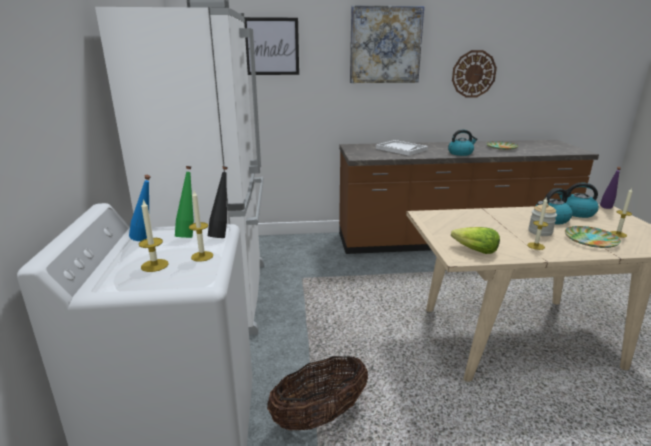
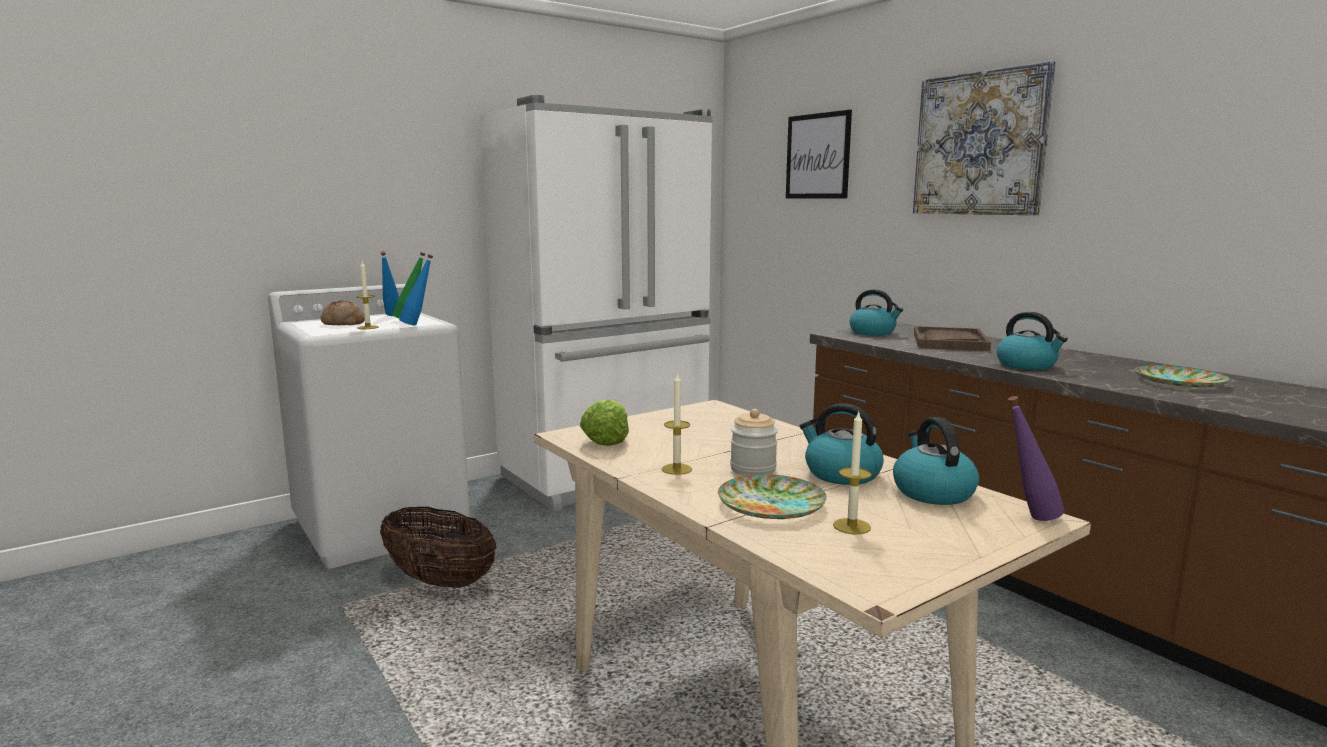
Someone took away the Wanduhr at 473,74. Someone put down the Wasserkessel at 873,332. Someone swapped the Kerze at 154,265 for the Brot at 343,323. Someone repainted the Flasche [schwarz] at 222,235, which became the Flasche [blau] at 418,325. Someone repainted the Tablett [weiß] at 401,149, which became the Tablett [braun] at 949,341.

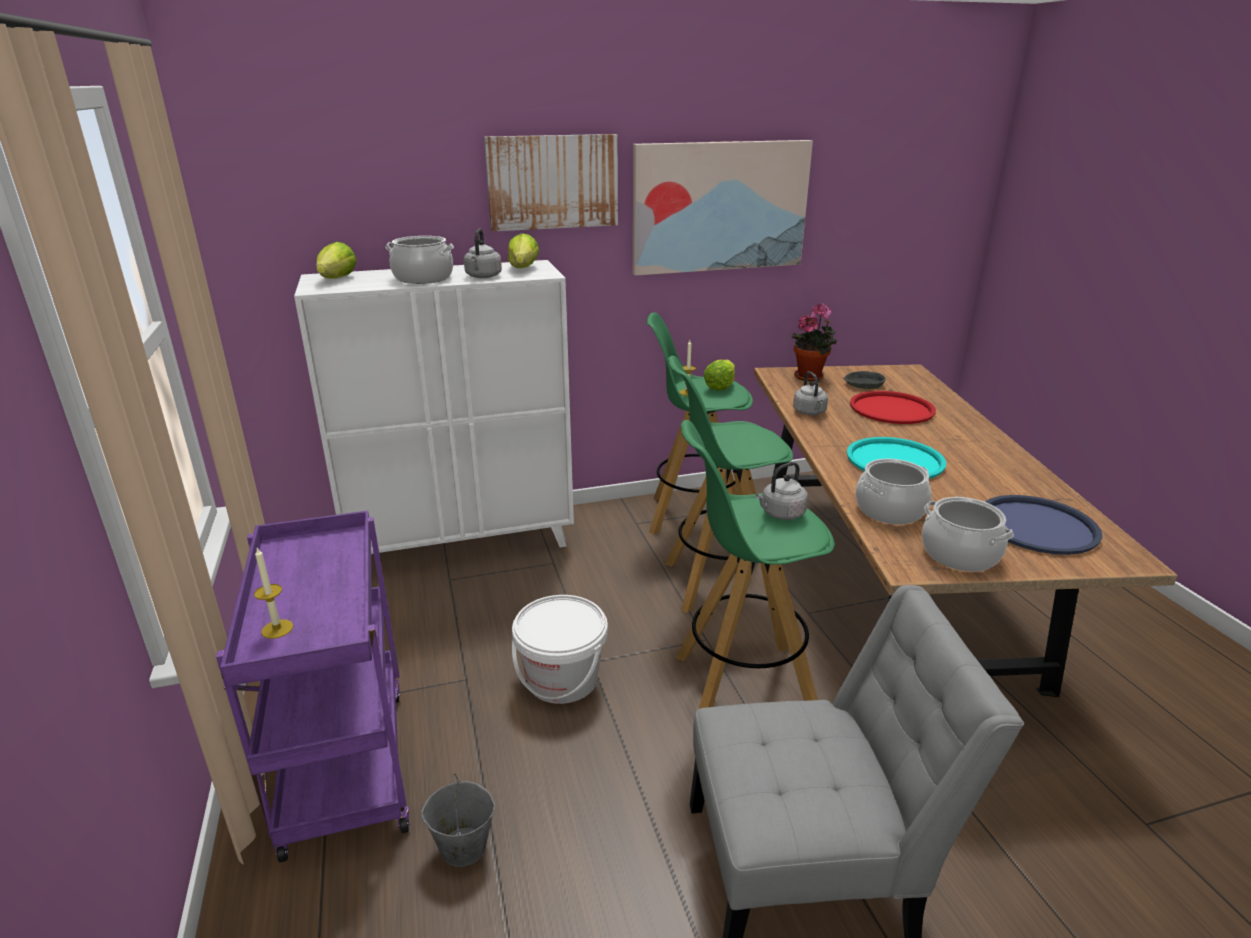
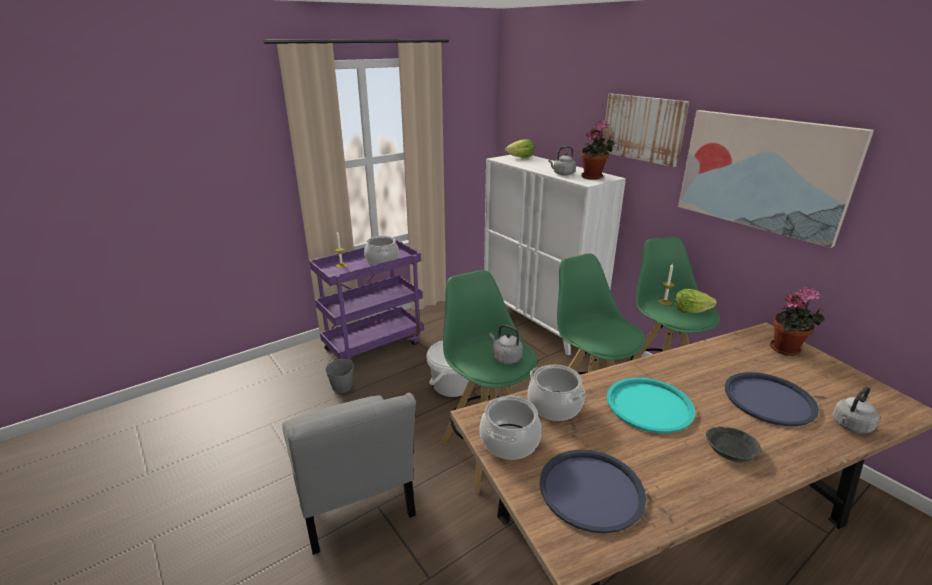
Someone carried the Kochtopf from 423,278 to 382,260. Someone carried the Wasserkessel [grau] from 810,412 to 850,426. Someone carried the Schüssel [grau] from 863,385 to 730,448. Someone swapped the Salatkopf at 523,268 for the Topfpflanze at 593,177. Someone repainted the Tablett [rot] at 892,409, which became the Tablett [blau] at 769,399.

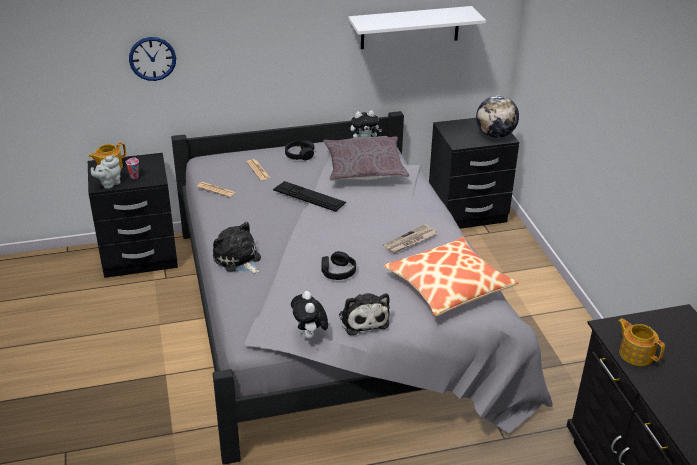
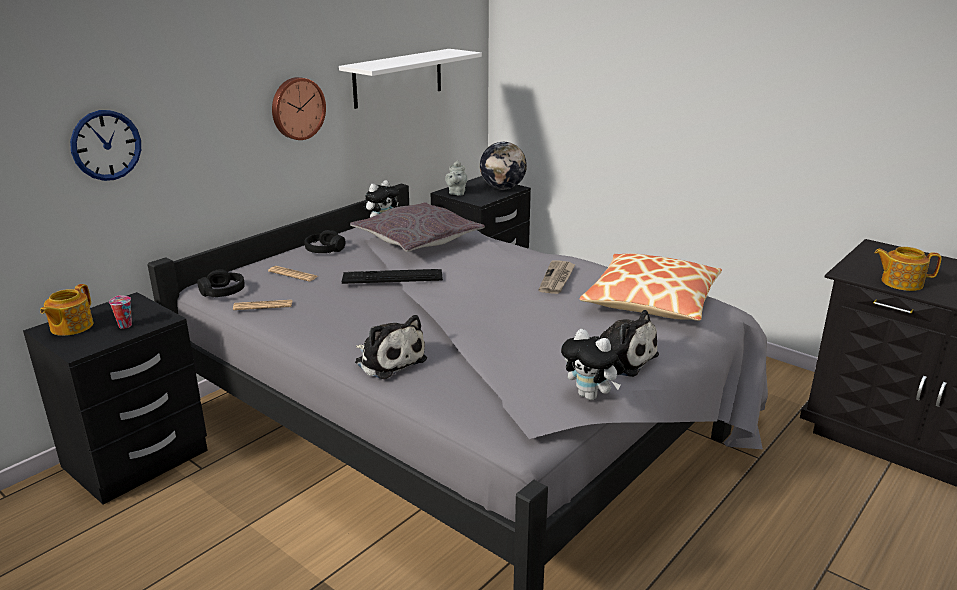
Someone put up the Wanduhr at 297,108. Someone carried the Teekanne [grau] from 109,184 to 456,193. Someone carried the Kopfhörer [schwarz] from 338,271 to 222,291. Someone rotated the Plüschtier at 238,260 by 150 degrees counterclockwise.

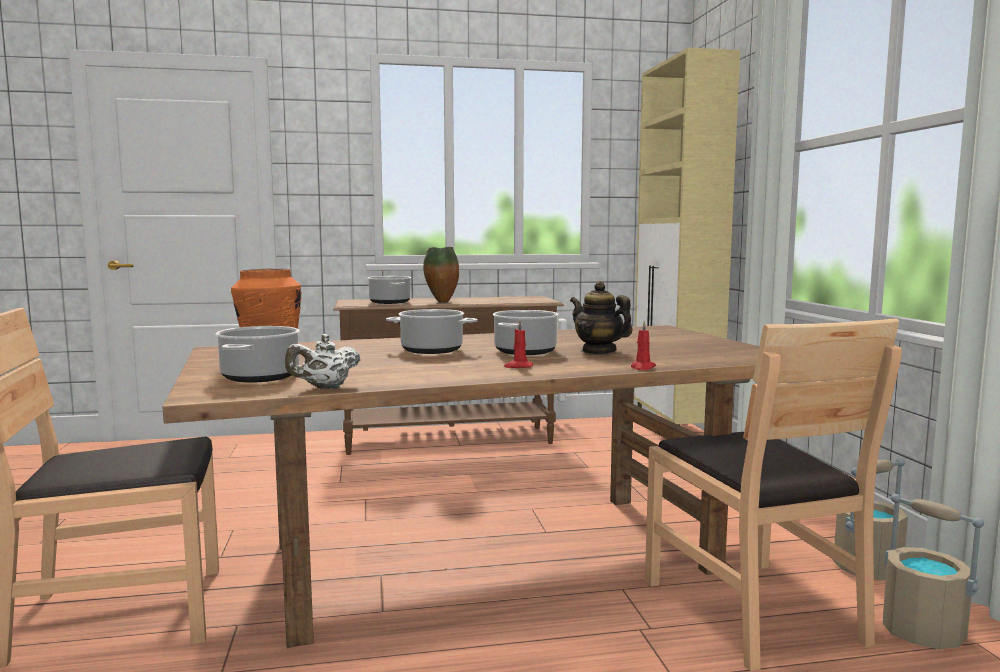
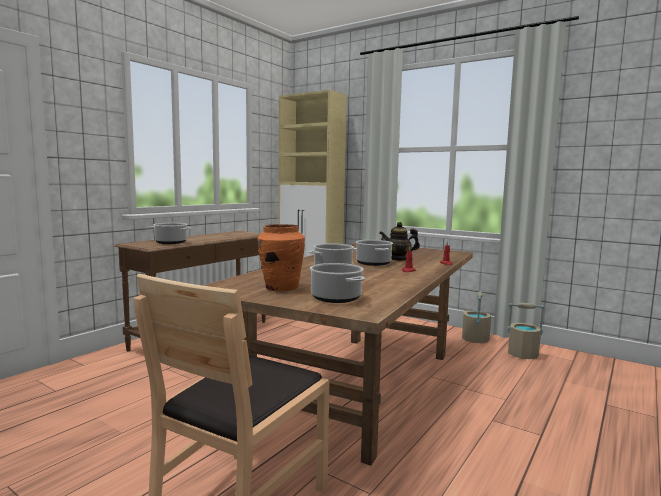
Someone took away the Teekanne [weiß] at 325,388. Someone took away the Vase at 441,302. Someone took away the Stuhl [braun] at 752,609.

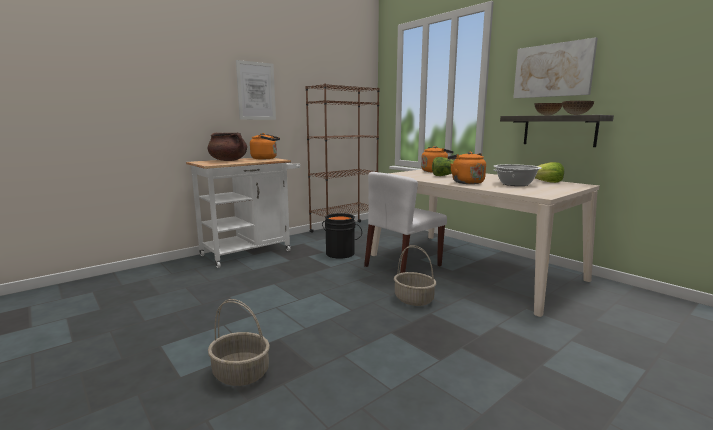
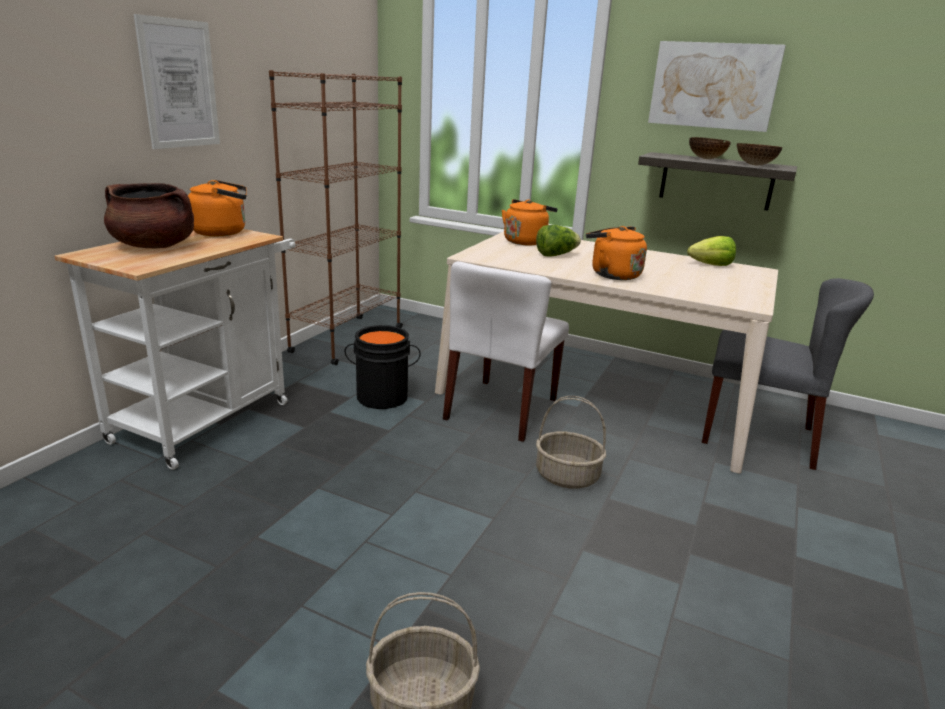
Someone took away the Kochtopf at 515,184. Someone put down the Stuhl [grau] at 758,435.

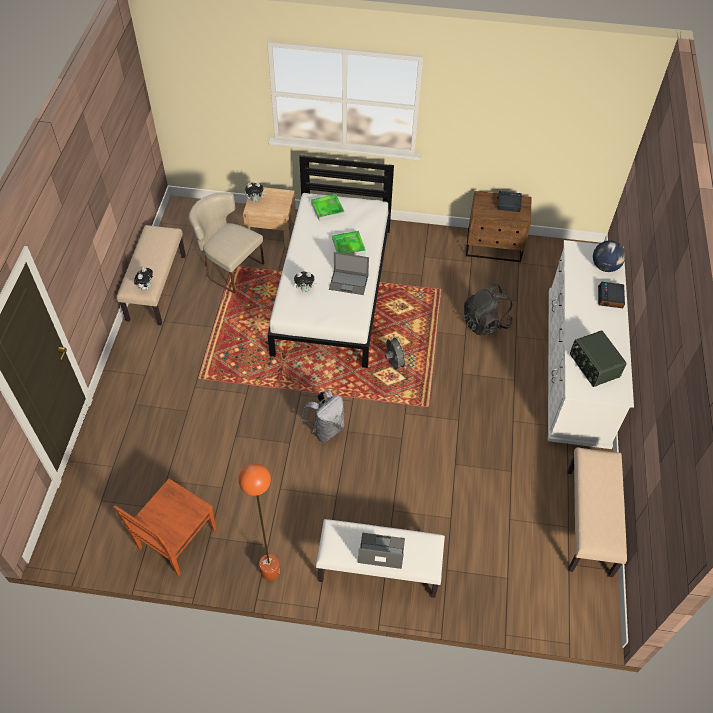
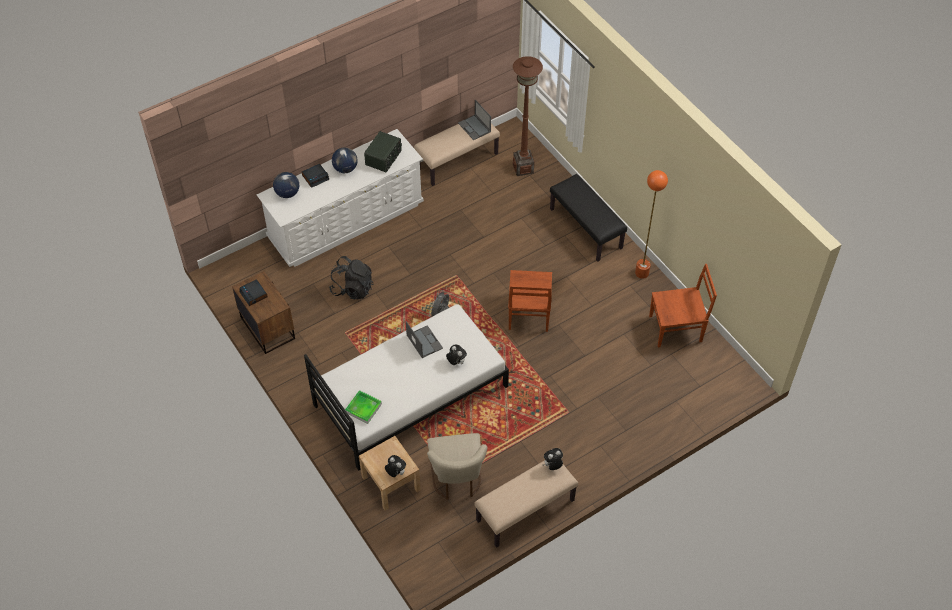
Someone took away the Tablett at 348,246. Someone put down the Globus at 345,169. Someone put down the Stehlampe [braun] at 523,168. Someone carried the Laptop from 380,551 to 474,127. Someone swapped the Rucksack [grau] at 326,429 for the Stuhl [braun] at 528,314. Someone repainted the Bank [weiß] at 378,569, which became the Bank [schwarz] at 586,228.

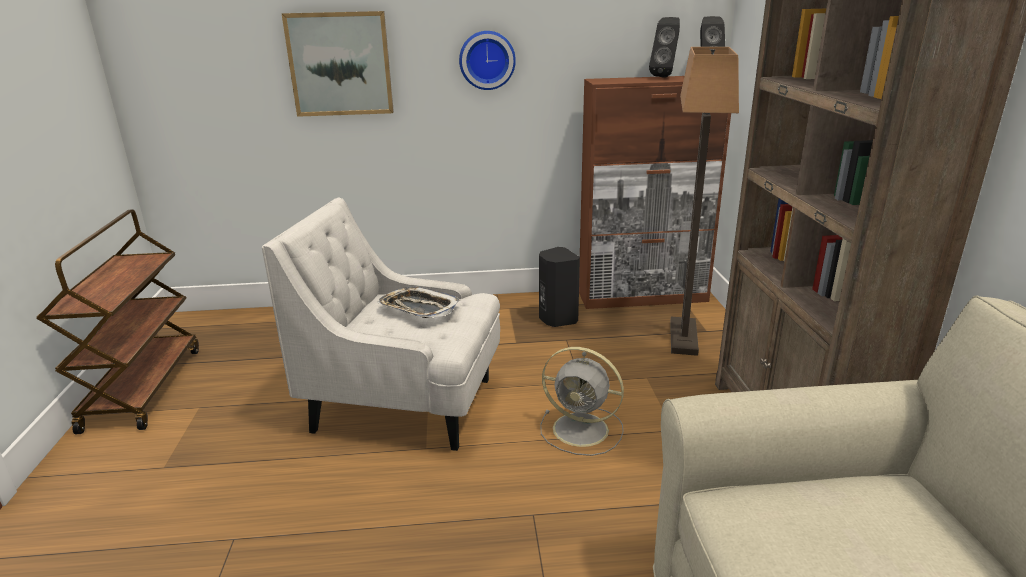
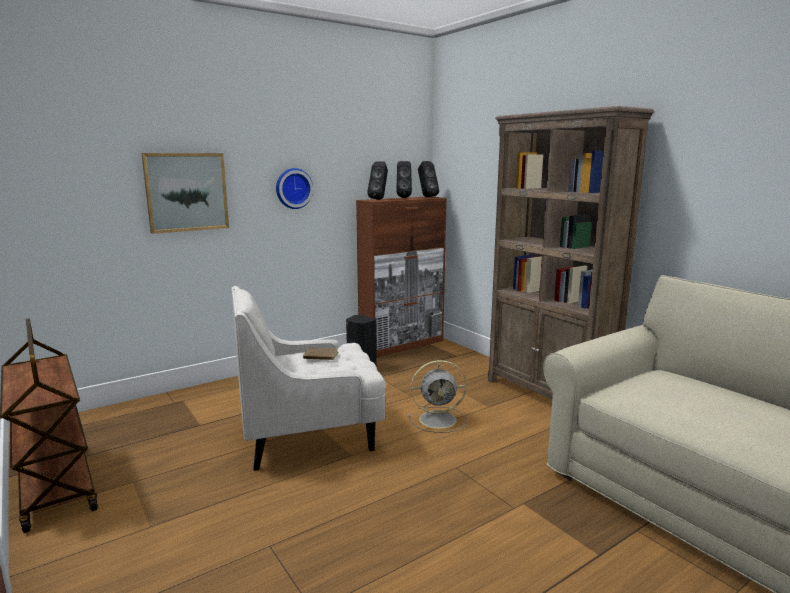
Someone took away the Stehlampe at 684,338. Someone put down the Lautsprecher [schwarz] at 379,199. Someone swapped the Tablett at 418,308 for the Buch [braun] at 320,356.

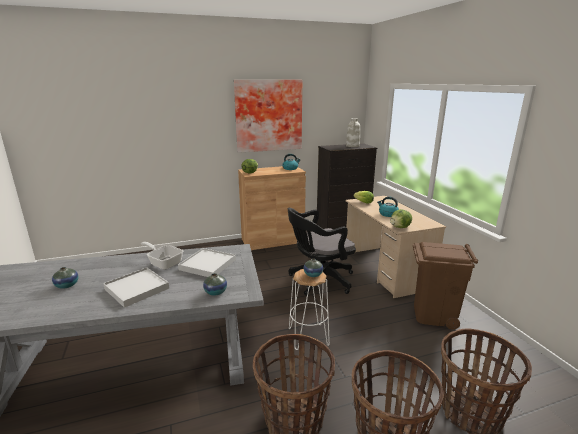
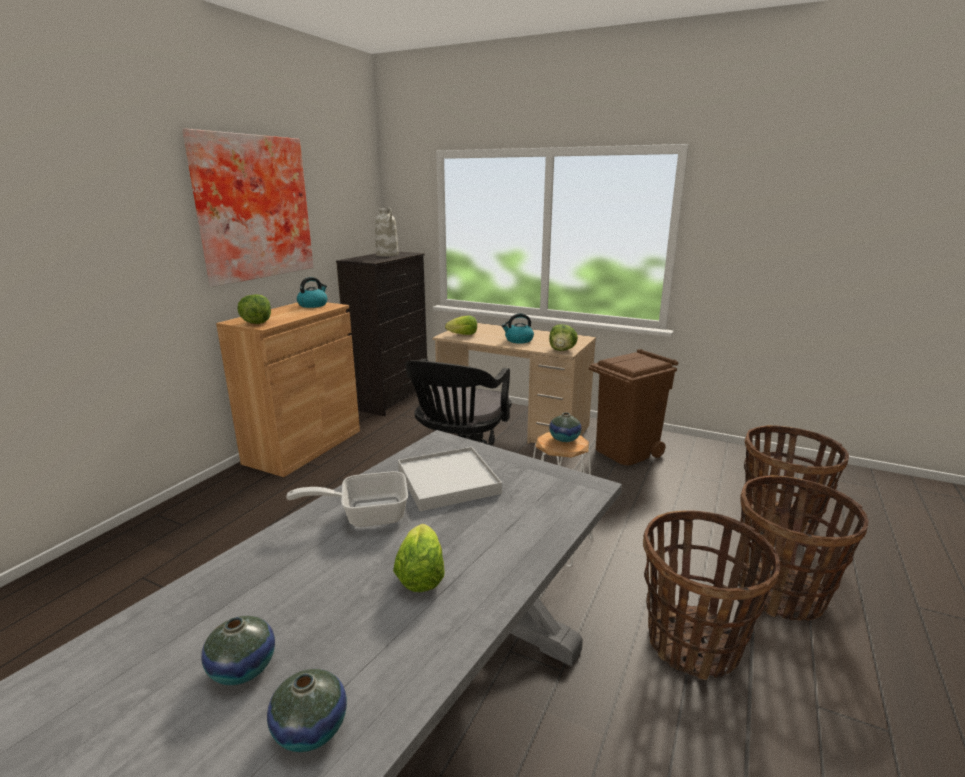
Someone carried the Vase from 215,292 to 310,729. Someone swapped the Tablett [weiß] at 136,289 for the Salatkopf at 420,576.

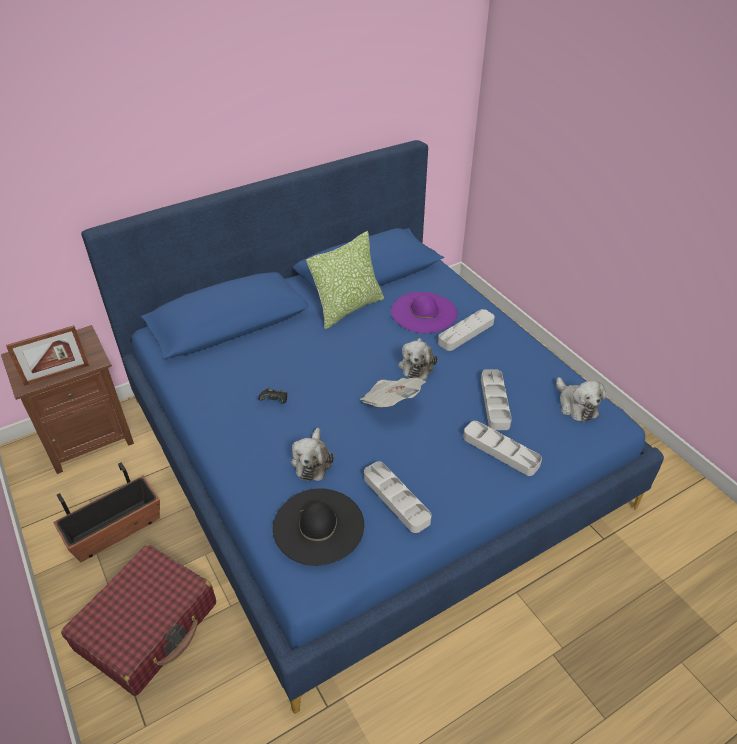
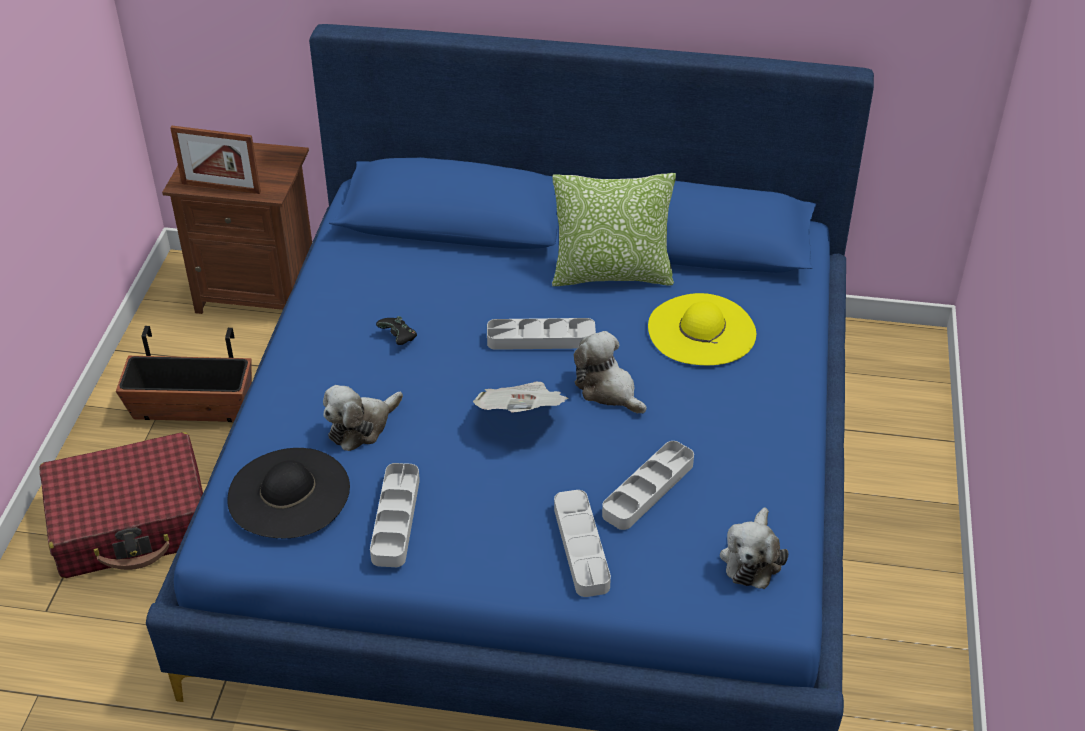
Someone carried the Tablett [grau] from 466,333 to 541,339. Someone repainted the Hut [lila] at 423,312, which became the Hut [gelb] at 701,330. Someone rotated the Plüschtier at 416,365 by 90 degrees clockwise.

